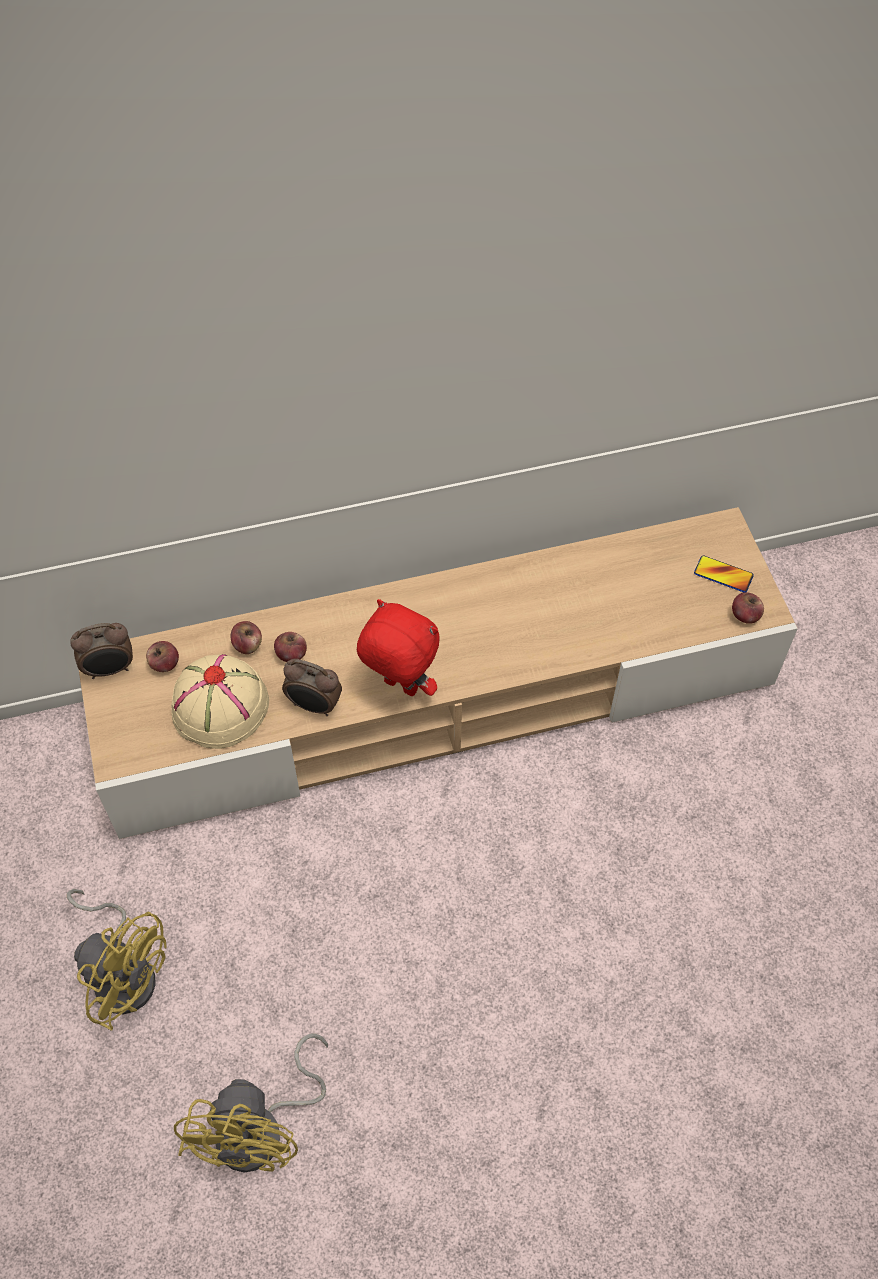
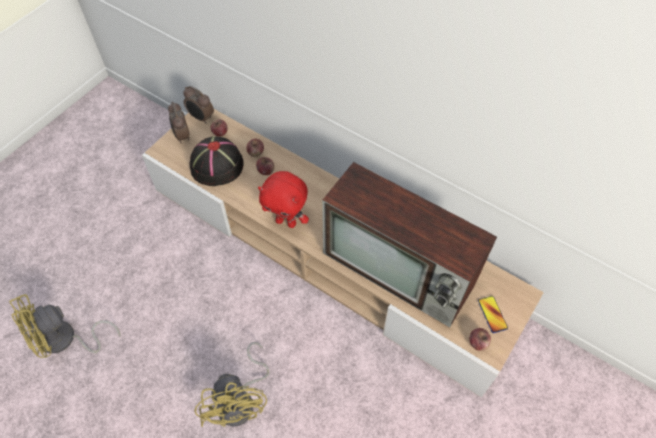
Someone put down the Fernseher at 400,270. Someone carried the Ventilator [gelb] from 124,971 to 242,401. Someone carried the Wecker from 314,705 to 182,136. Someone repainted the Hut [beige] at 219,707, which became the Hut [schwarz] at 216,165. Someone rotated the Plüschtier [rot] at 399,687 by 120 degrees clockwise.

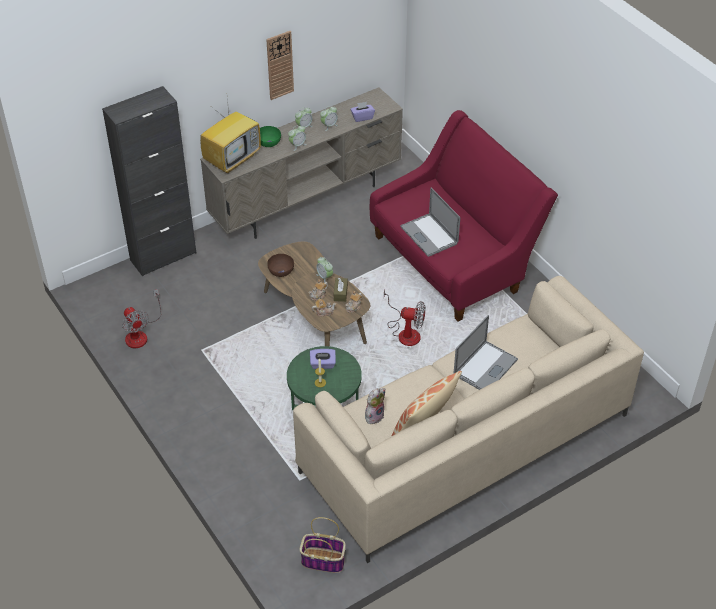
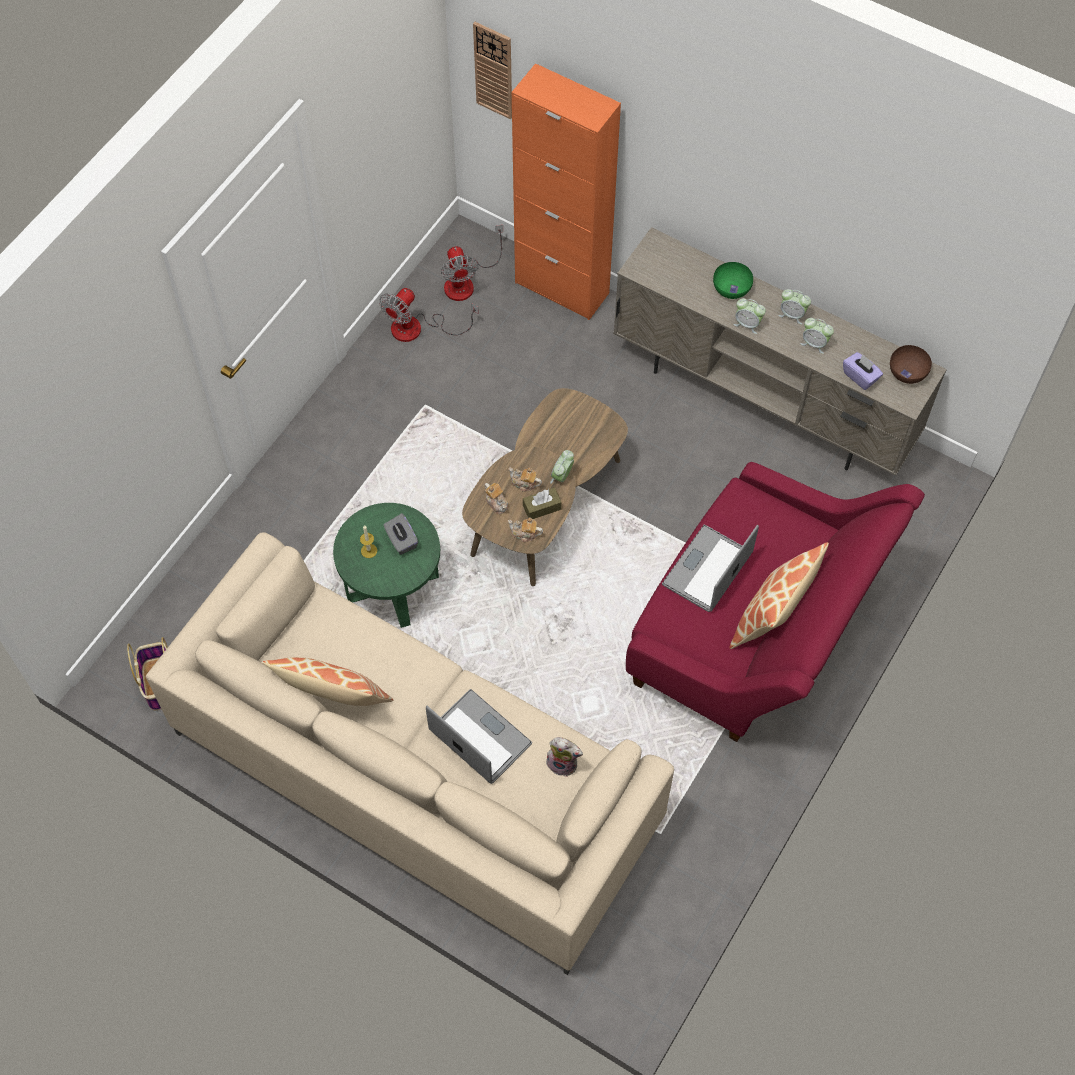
Someone took away the Fernseher at 232,159. Someone put down the Kissen at 772,617. Someone carried the Wanduhr from 279,65 to 494,70. Someone carried the Schüssel [braun] from 281,271 to 908,372. Someone carried the Plüschtier from 374,415 to 563,763. Someone carried the Ventilator from 405,332 to 466,281. Someone repainted the Schrank [schwarz] at 163,256, which became the Schrank [orange] at 562,288. Someone repainted the Taschentuchbox [lila] at 323,364, which became the Taschentuchbox [grau] at 401,540. Someone rotated the Laptop at 485,367 by 150 degrees counterclockwise.

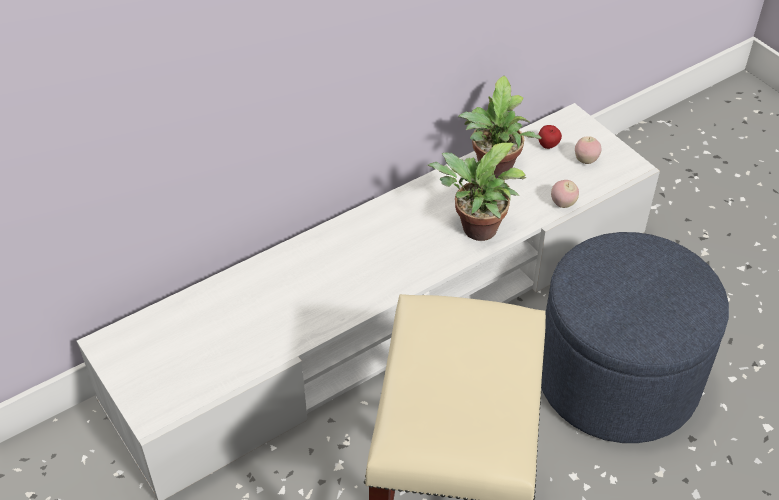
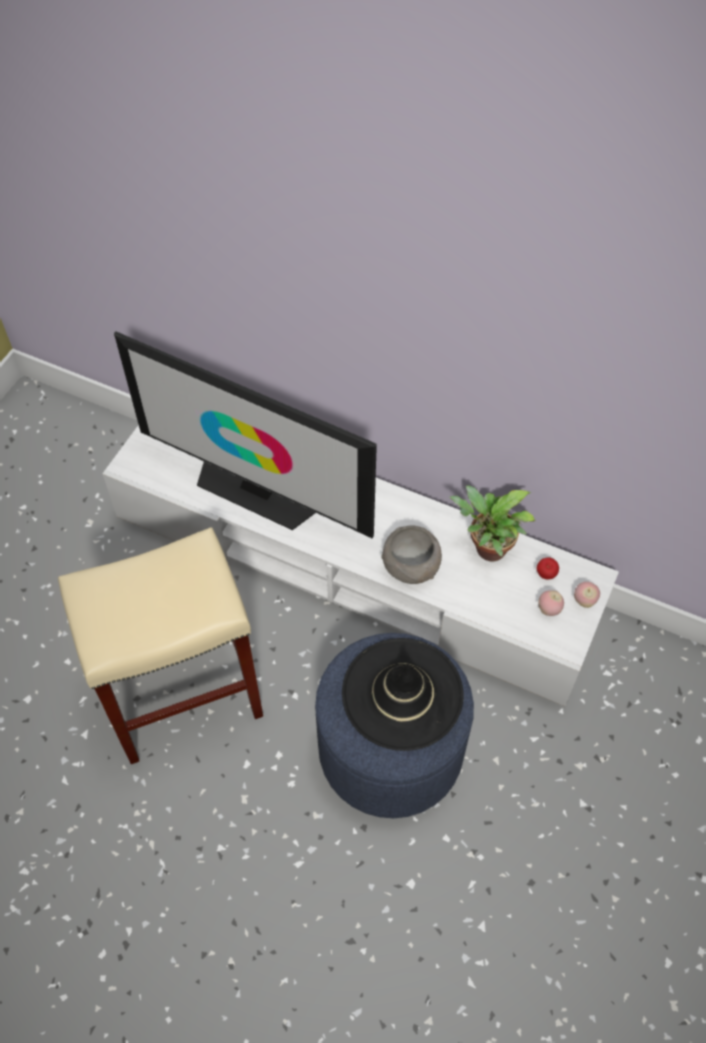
Someone put down the Fernseher at 257,490. Someone put down the Hut [schwarz] at 402,693. Someone carried the Apfel from 563,204 to 584,601. Someone swapped the Topfpflanze at 475,230 for the Schüssel [grau] at 410,566.

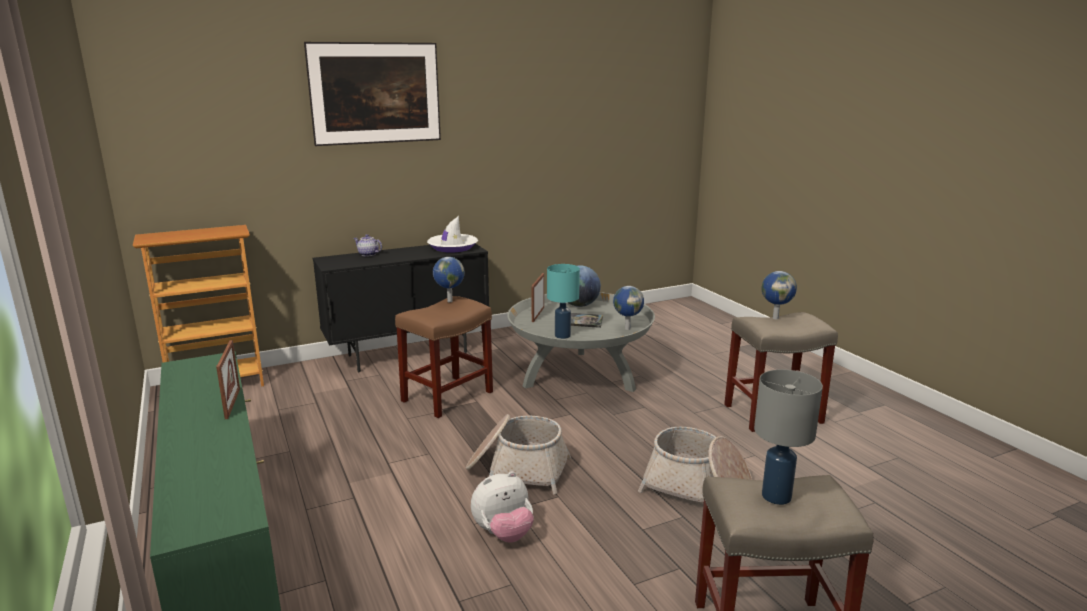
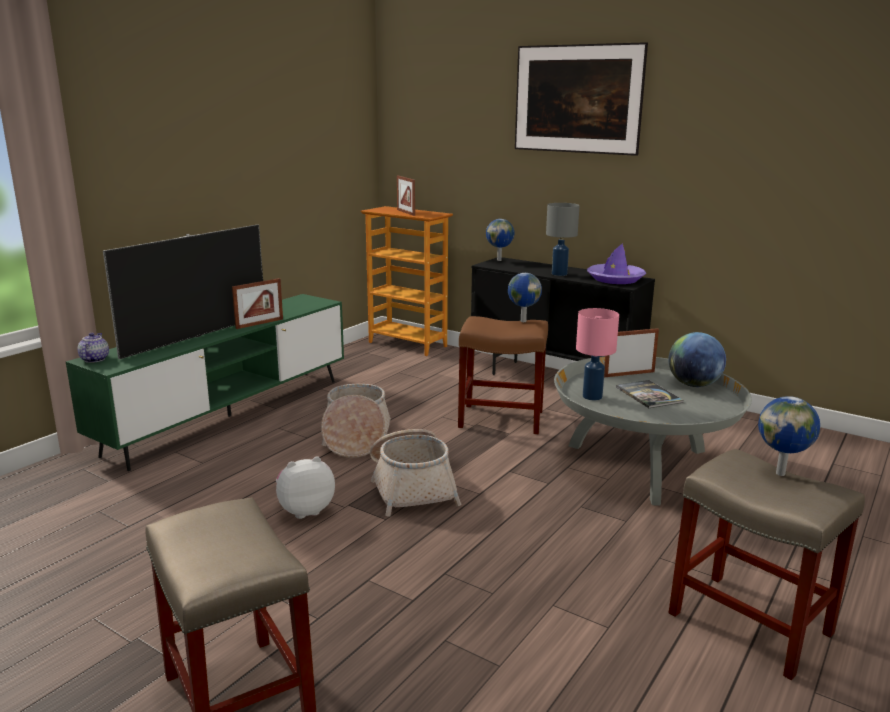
Someone put down the Fernseher at 197,336. Someone put down the Bilderrahmen at 405,212. Someone carried the Teekanne from 368,254 to 94,359. Someone carried the Globus from 627,328 to 499,260. Someone carried the Korb from 697,488 to 356,437. Someone carried the Tischlampe [grau] from 776,497 to 559,274. Someone repainted the Hut [weiß] at 452,247, which became the Hut [lila] at 615,279. Someone repainted the Tischlampe [türkis] at 562,335, which became the Tischlampe [rosa] at 592,396. Someone rotated the Plüschtier at 503,534 by 120 degrees clockwise.

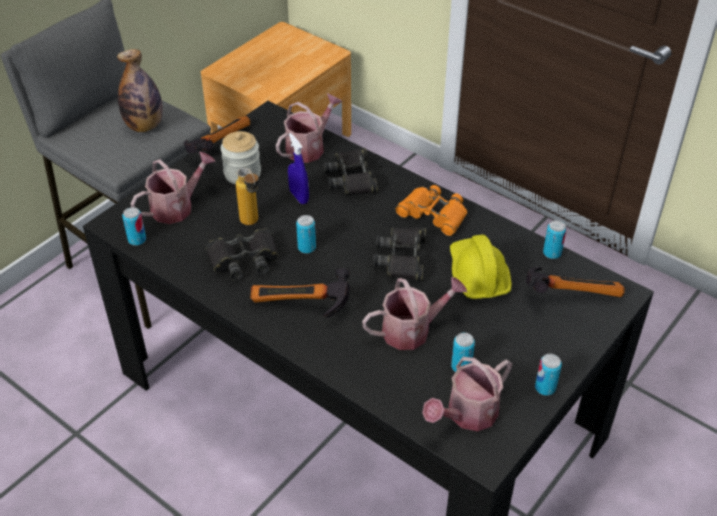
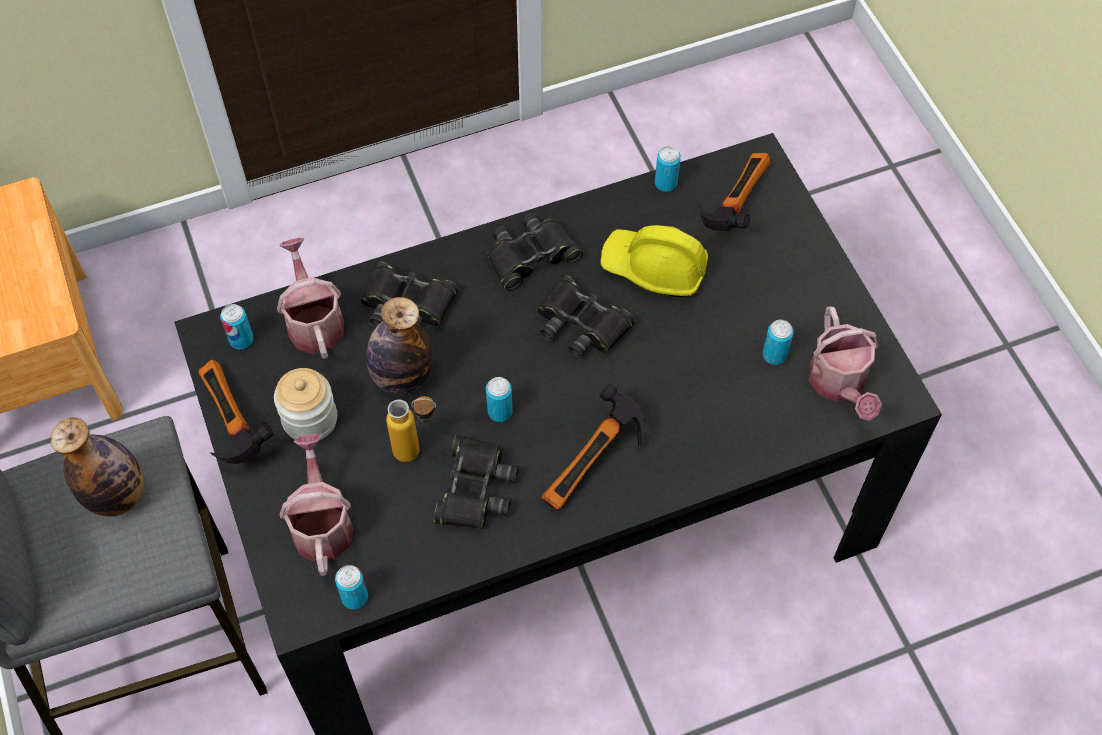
Someone took away the Gießkanne at 412,330. Someone carried the Dose from 545,388 to 241,340. Someone swapped the Sprühflasche [blau] at 299,197 for the Flasche at 401,377. Someone repainted the Fernglas [orange] at 433,214, which became the Fernglas [schwarz] at 531,256.

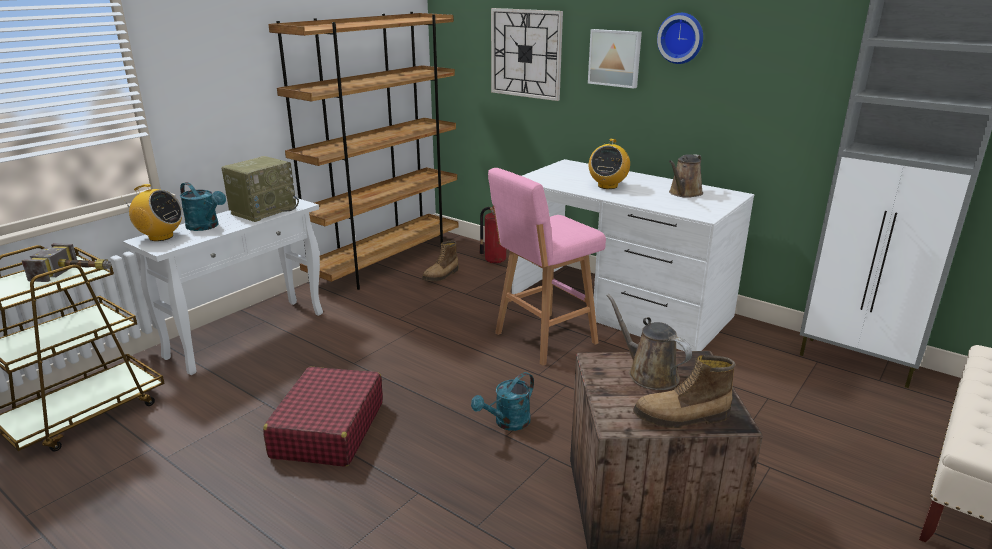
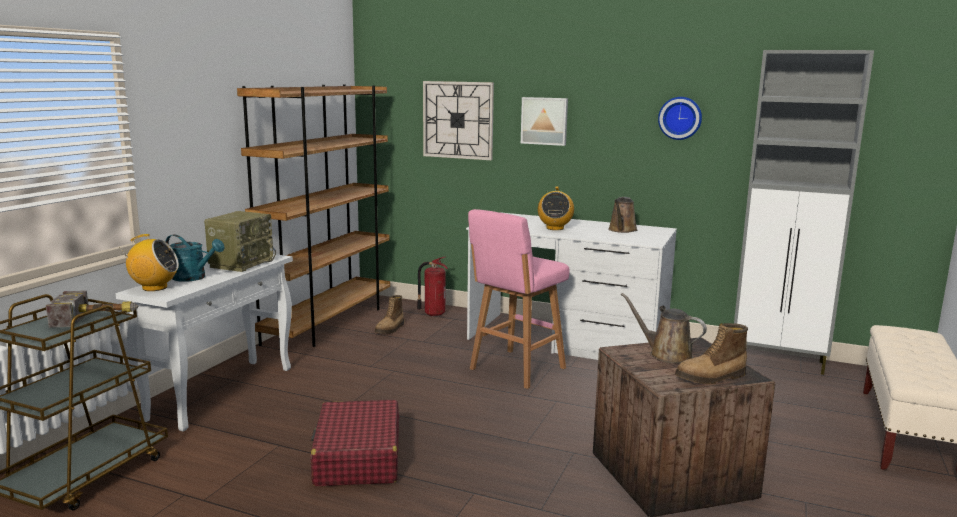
Someone took away the Gießkanne [türkis] at 507,423. Someone carried the Wanduhr from 681,38 to 680,118.

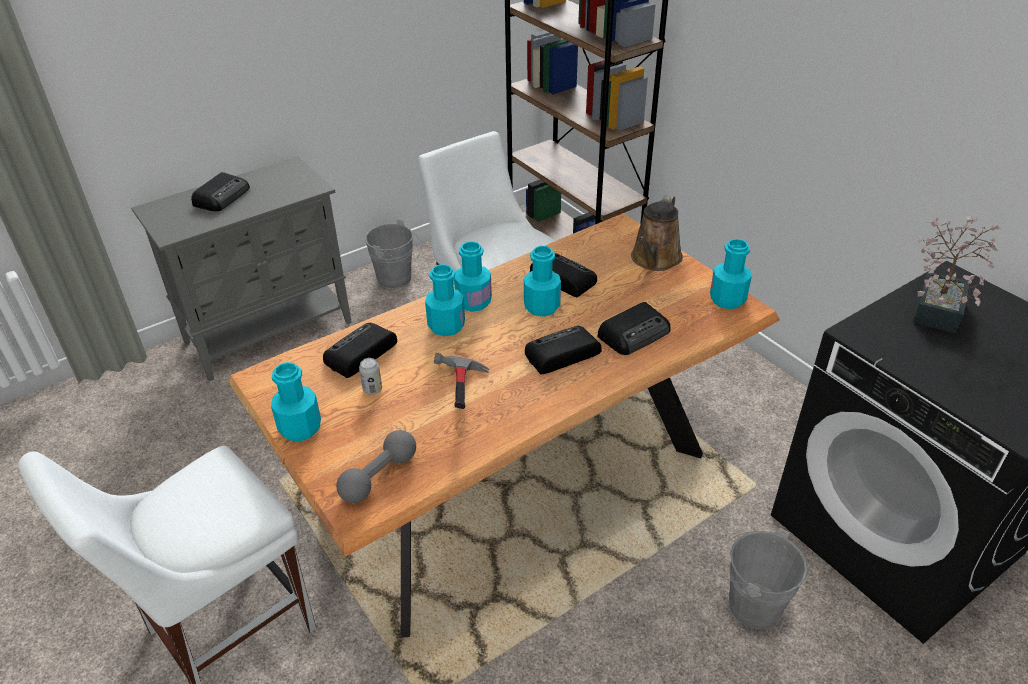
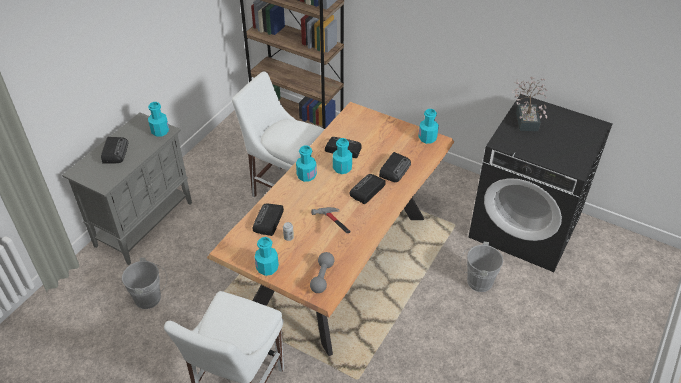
Someone took away the Gießkanne [braun] at 655,259. Someone carried the Eimer [grau] from 398,279 to 151,298. Someone carried the Flasche [türkis] from 446,326 to 160,131.

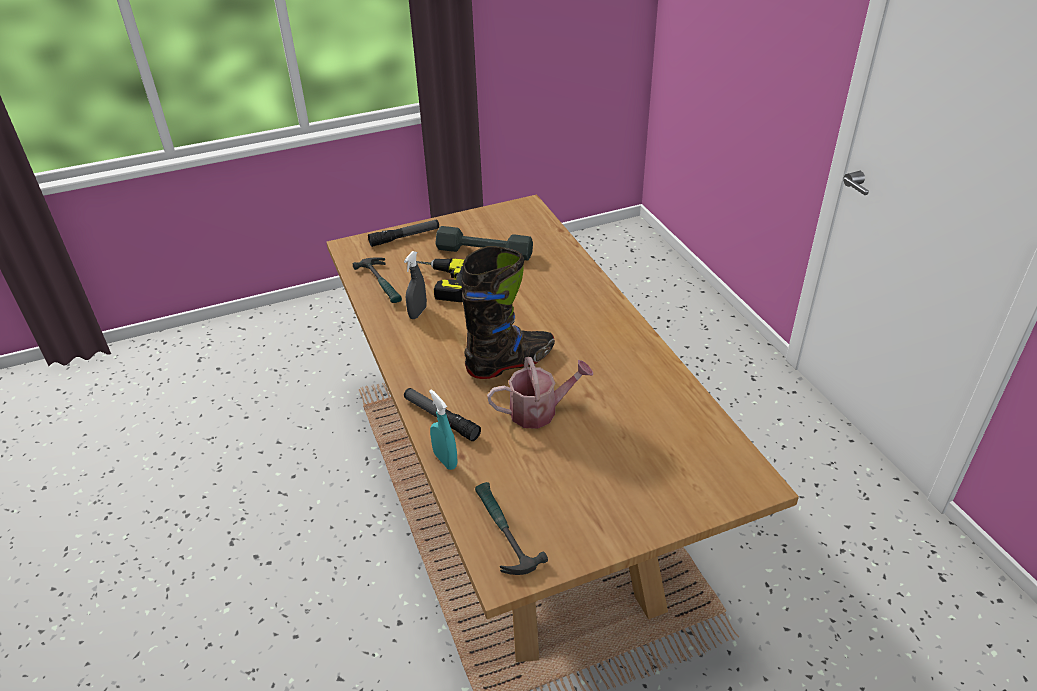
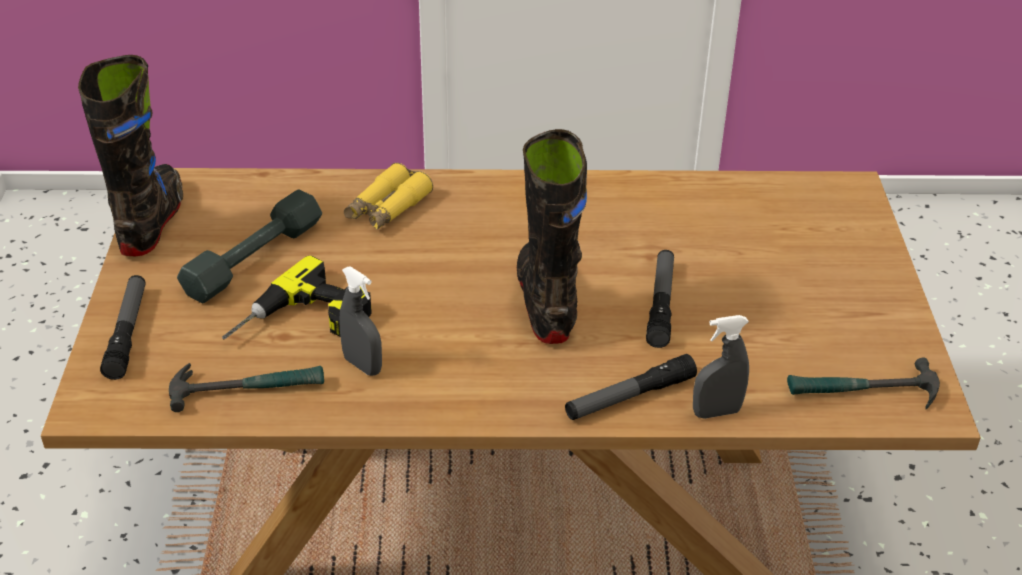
Someone put down the Stiefel [schwarz] at 152,221. Someone put down the Fernglas [gelb] at 387,208. Someone swapped the Gießkanne at 540,411 for the Taschenlampe at 661,304. Someone repainted the Sprühflasche [türkis] at 445,460, which became the Sprühflasche [grau] at 716,412.

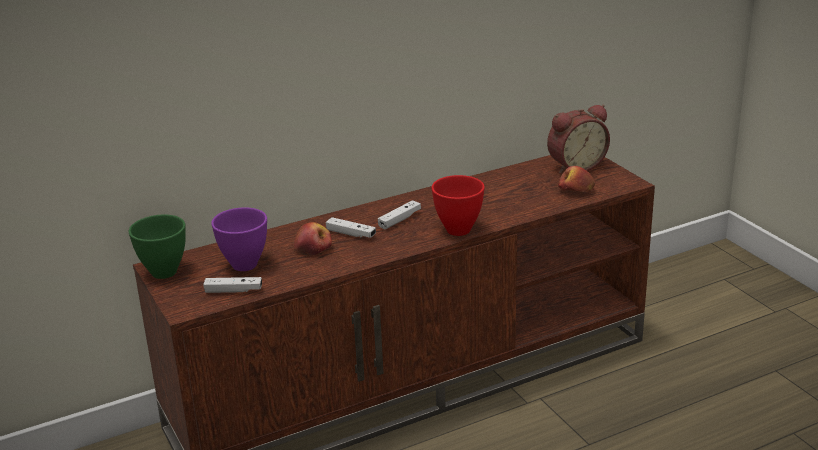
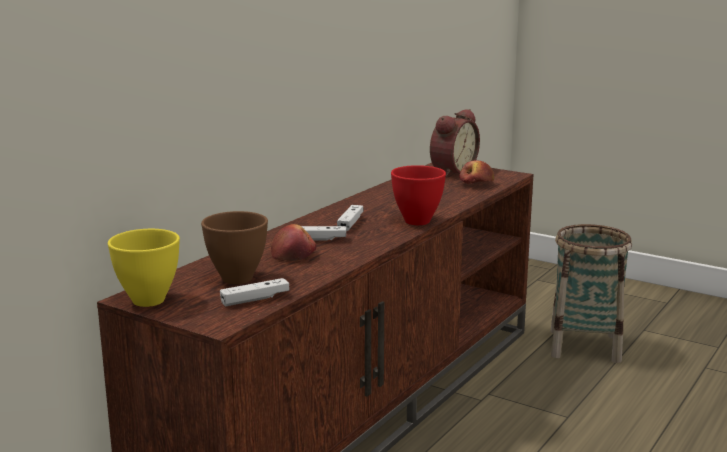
Someone put down the Korb at 585,346. Someone repainted the Schüssel [grün] at 163,272, which became the Schüssel [gelb] at 146,300. Someone repainted the Schüssel [lila] at 244,265, which became the Schüssel [braun] at 238,279.

